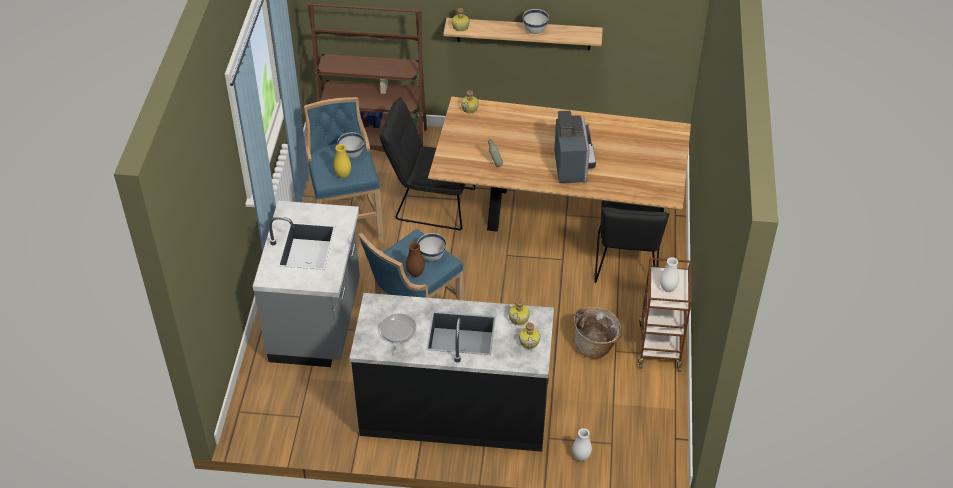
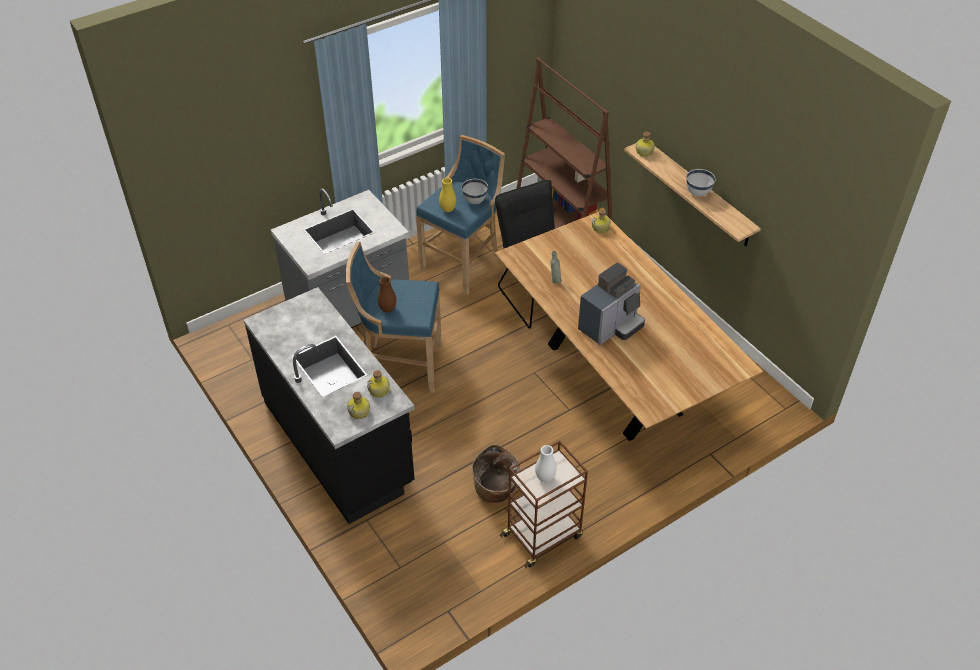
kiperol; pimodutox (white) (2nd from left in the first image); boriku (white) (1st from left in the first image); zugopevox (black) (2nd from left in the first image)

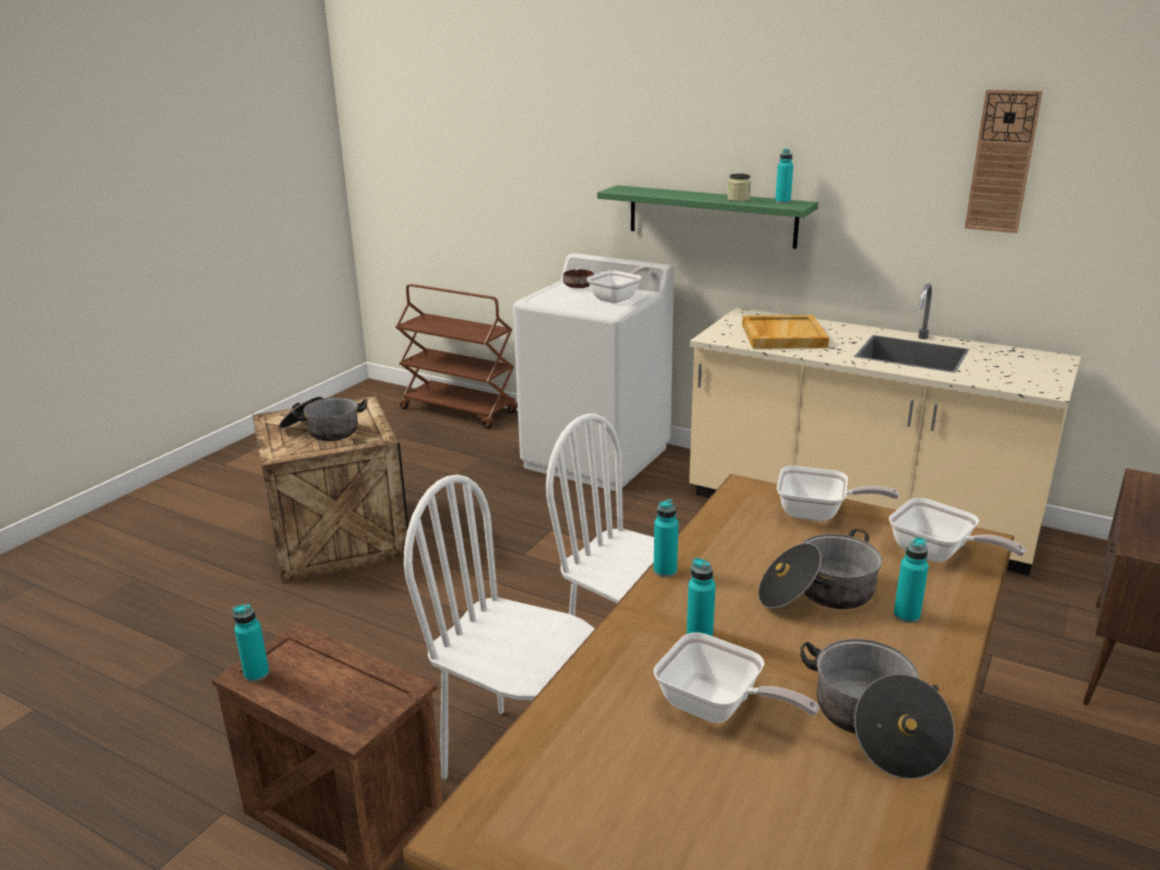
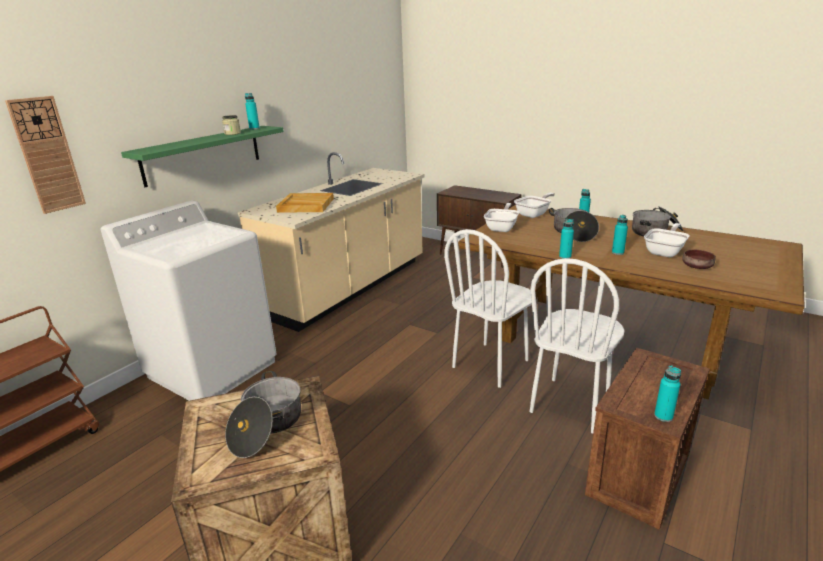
kiperol (1st from left in the first image); pimodutox (brown); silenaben

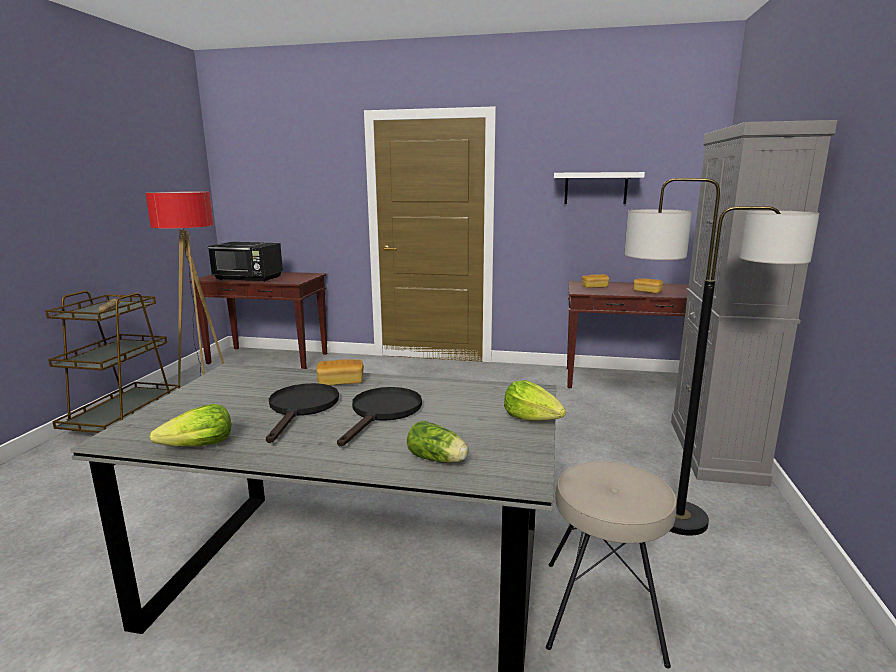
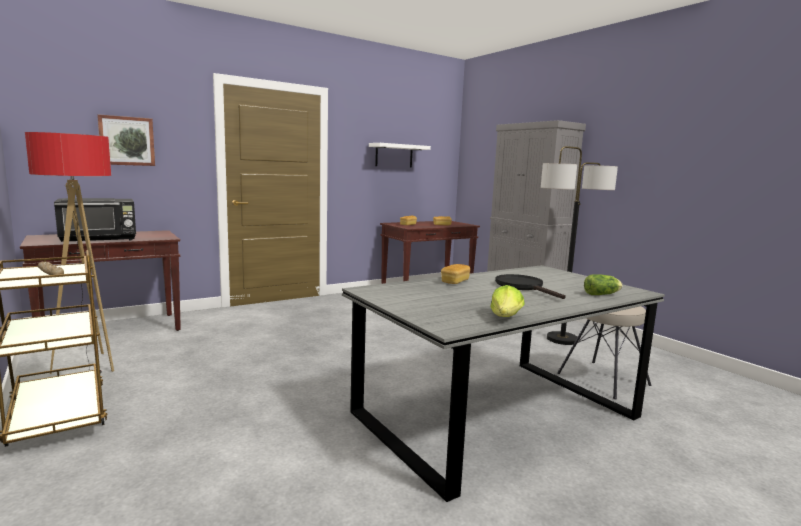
kiperol (black) (1st from left in the first image); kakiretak (3rd from left in the first image); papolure

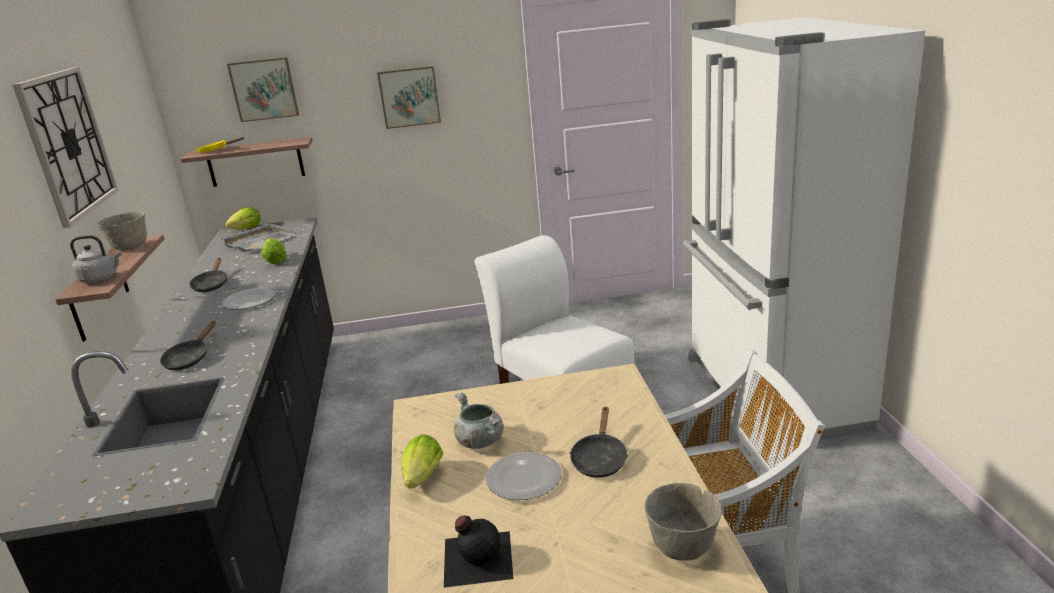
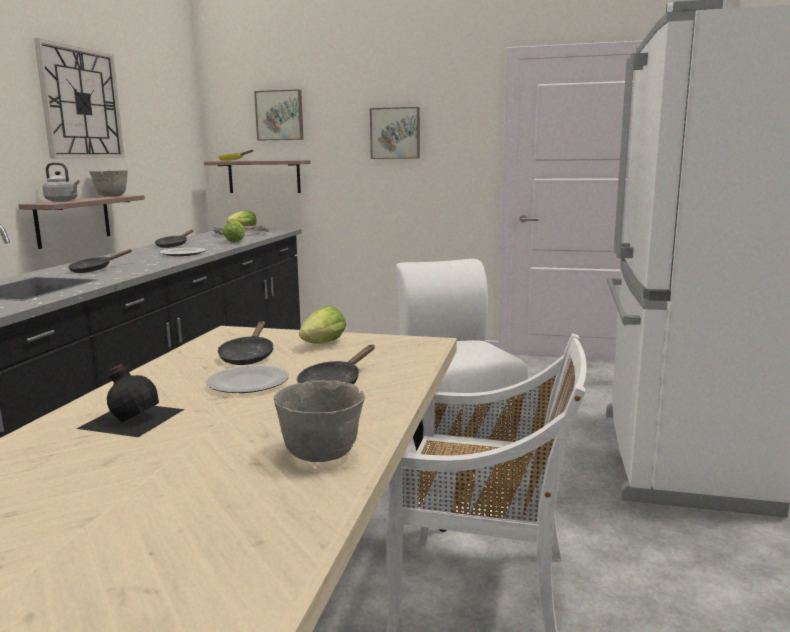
kakiretak (3rd from left); kiperol (black) (3rd from left)

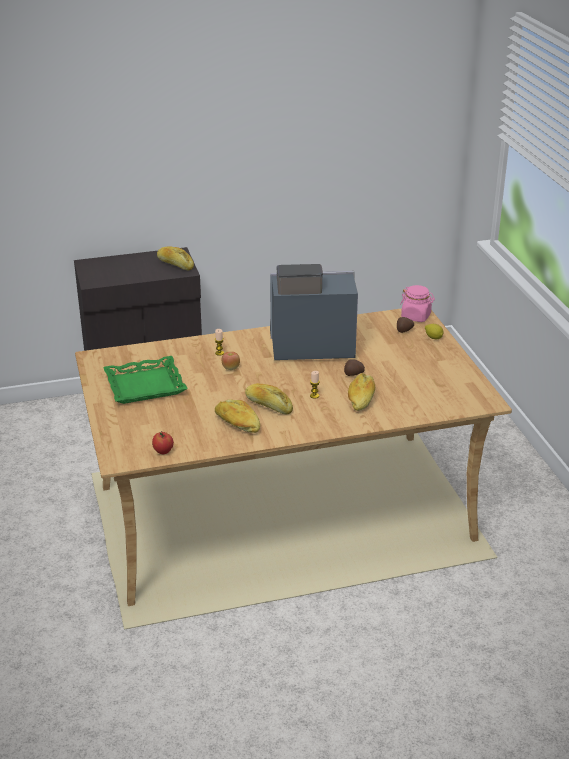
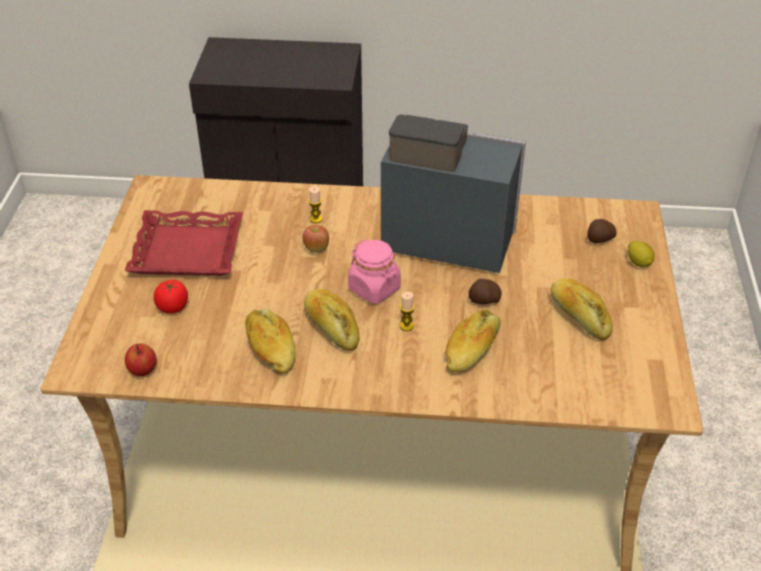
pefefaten; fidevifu (4th from left); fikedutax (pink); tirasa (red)

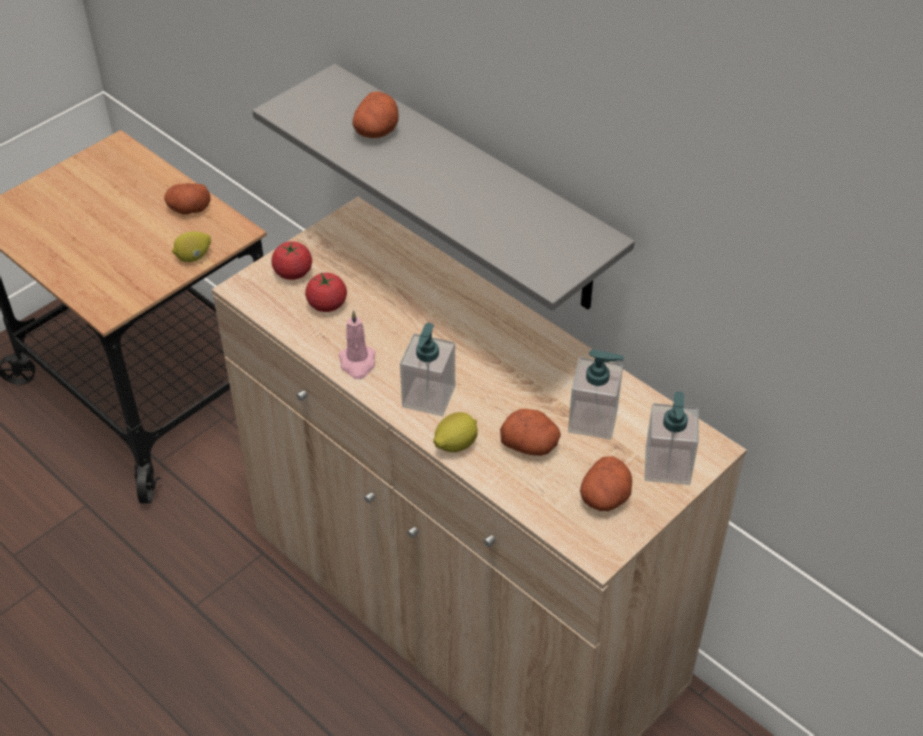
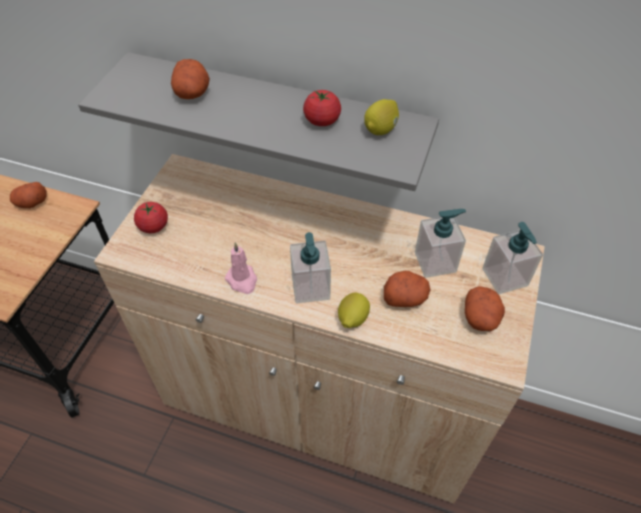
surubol (2nd from left); pefefaten (2nd from left)

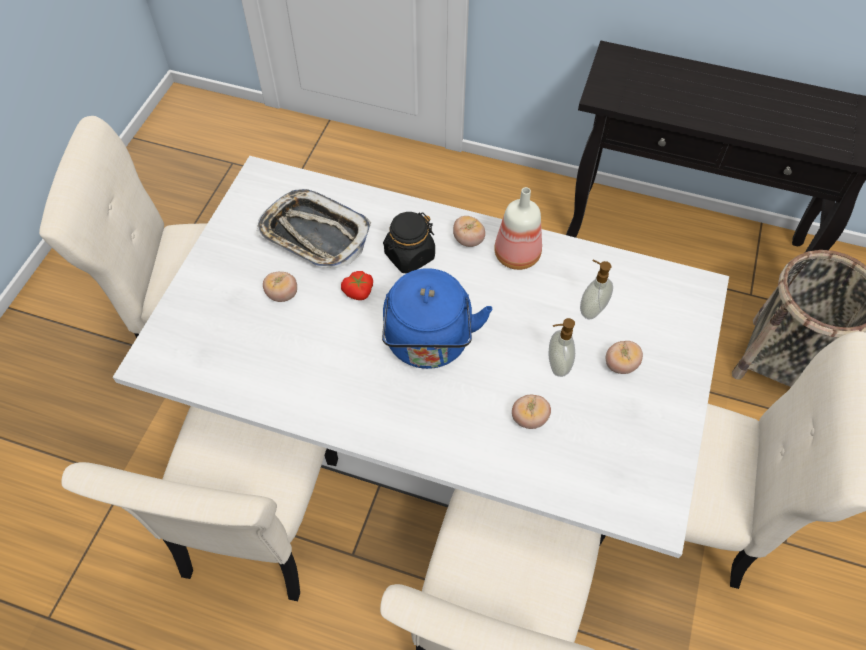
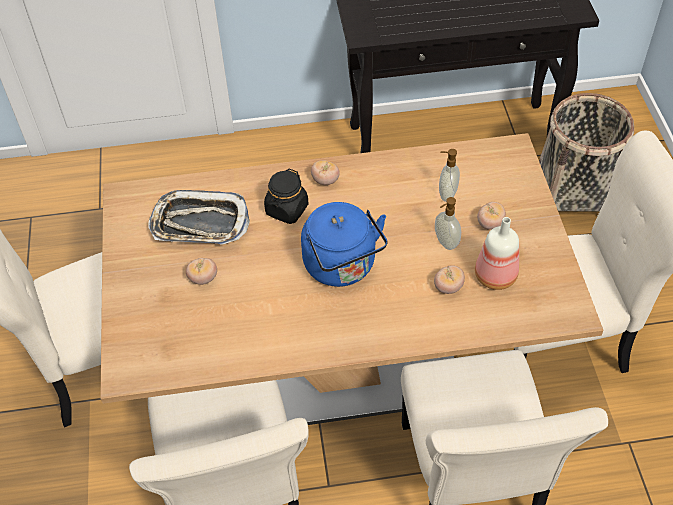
pefefaten (2nd from left in the first image); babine; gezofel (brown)

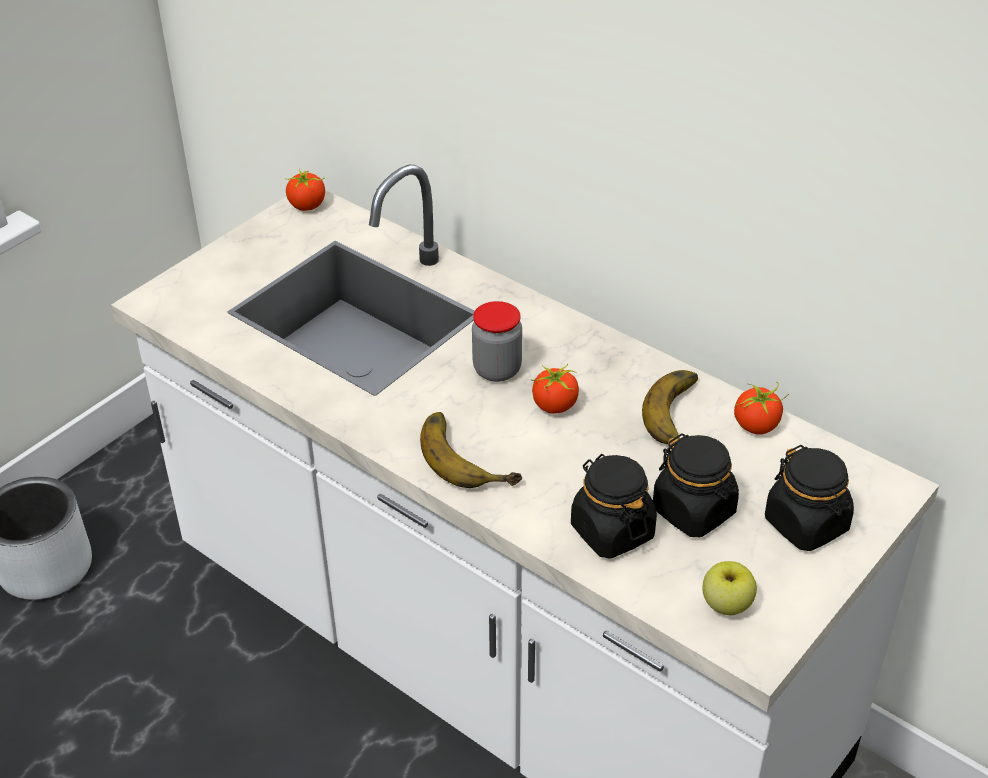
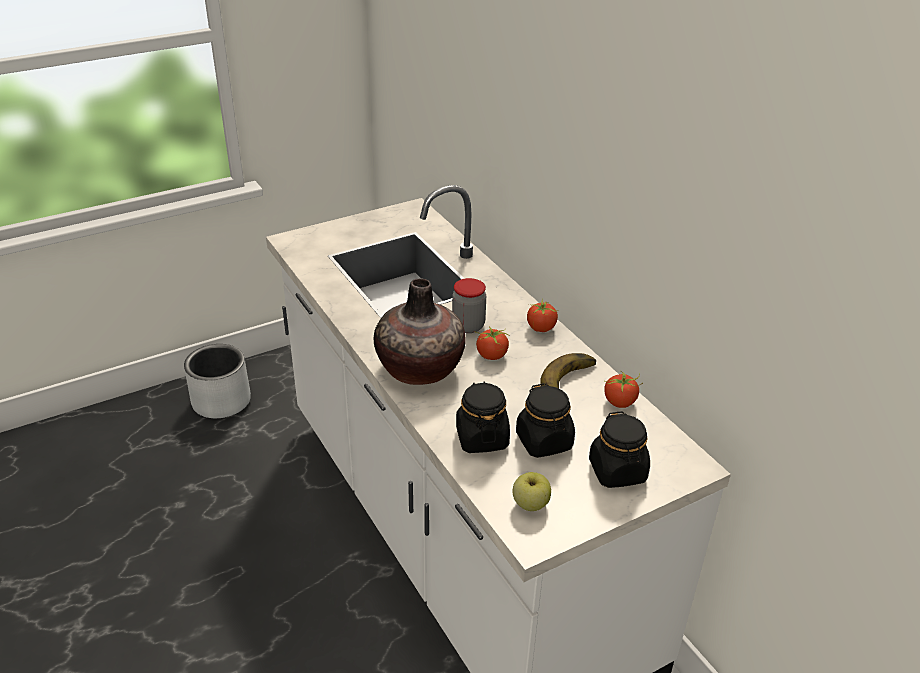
pefefaten (2nd from left); boriku

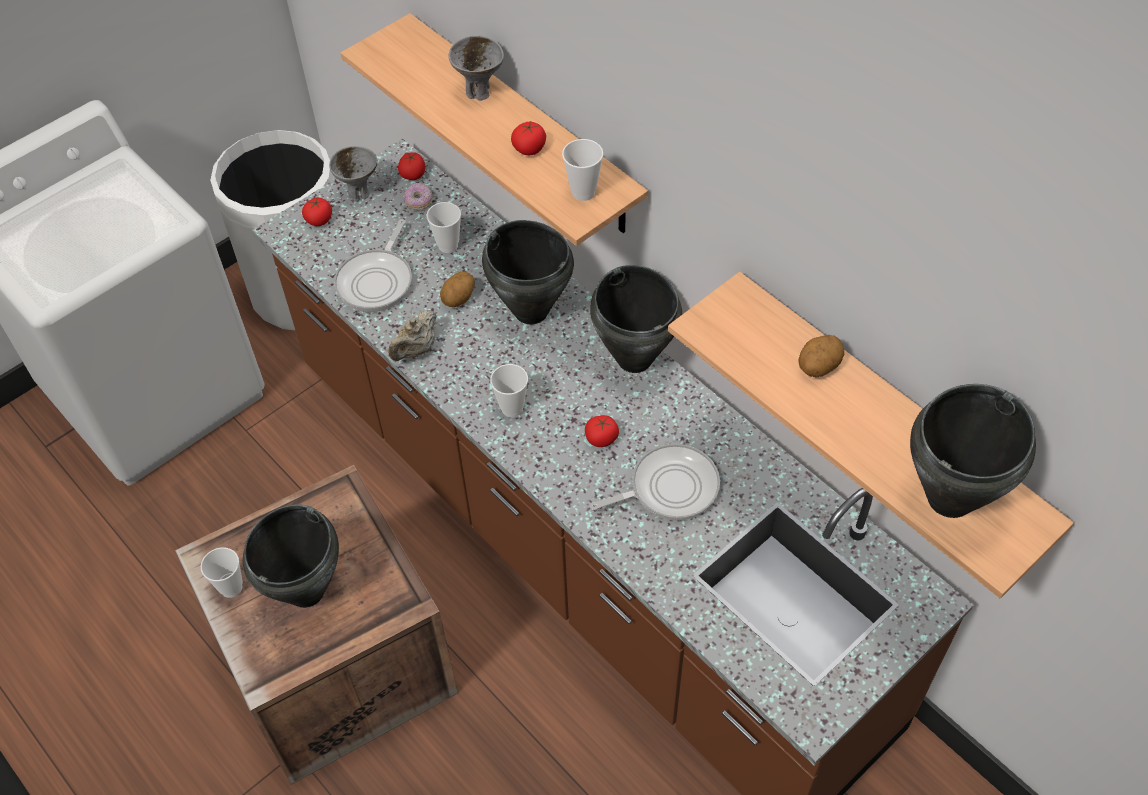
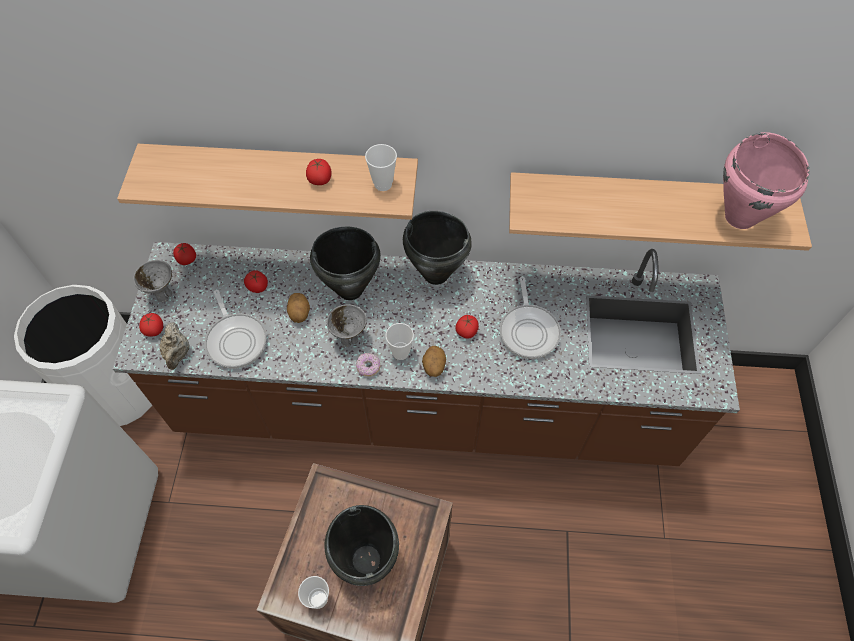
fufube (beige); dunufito; pimodutox (grey) (2nd from left); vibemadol (2nd from left); pefefaten (3rd from left); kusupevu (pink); kiperol (2nd from left)

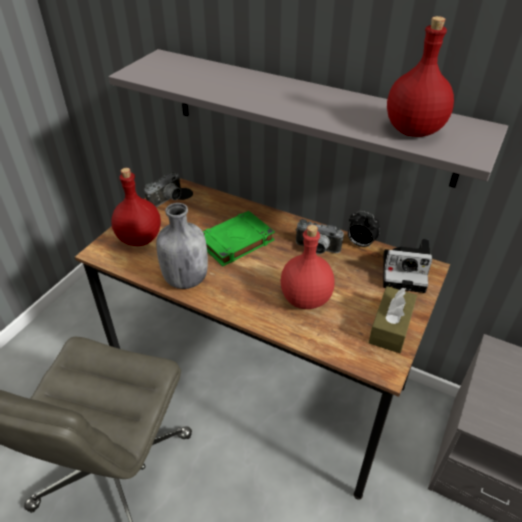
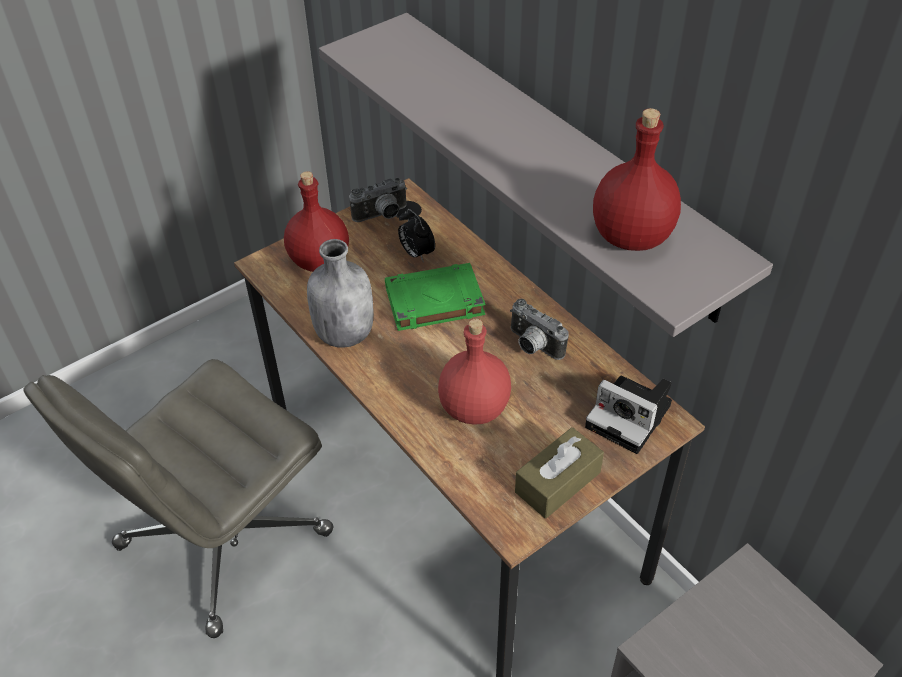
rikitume

